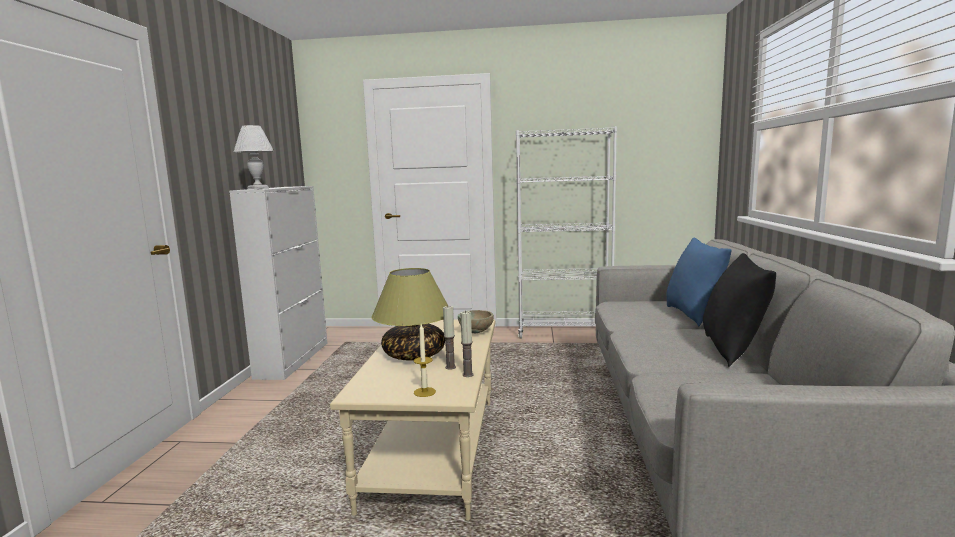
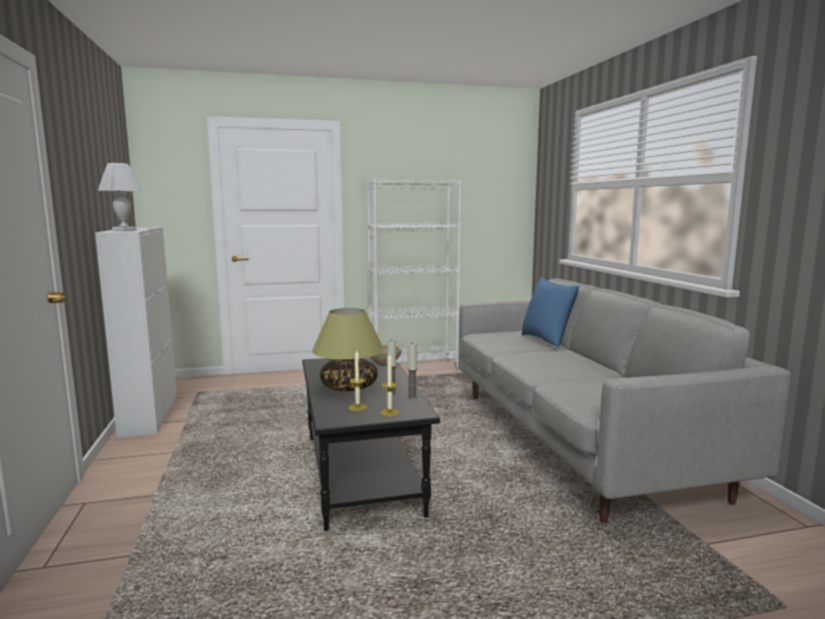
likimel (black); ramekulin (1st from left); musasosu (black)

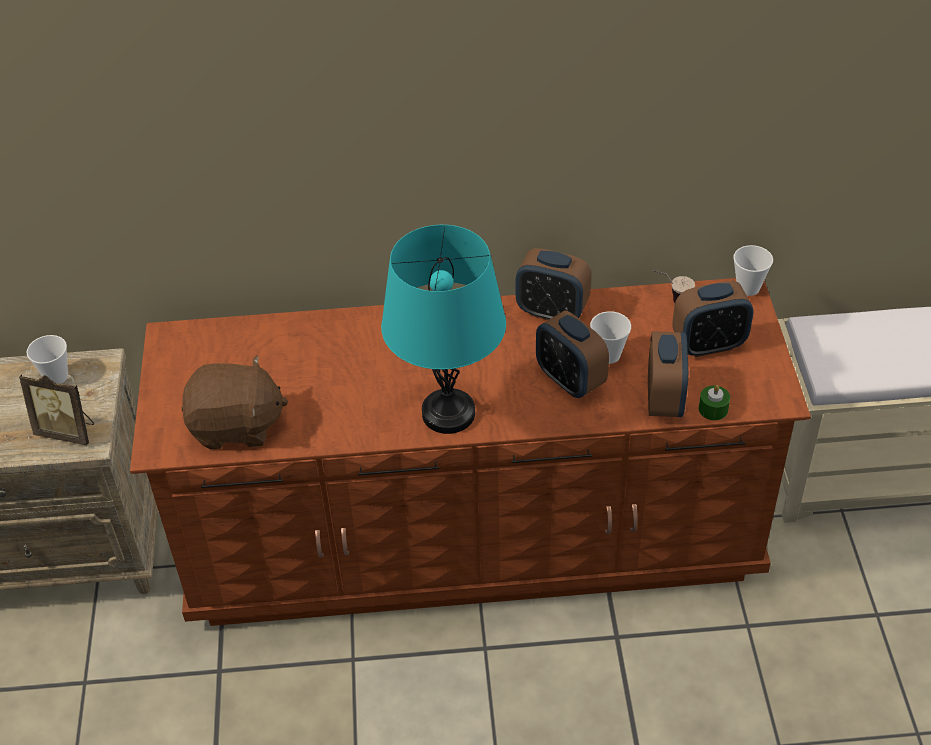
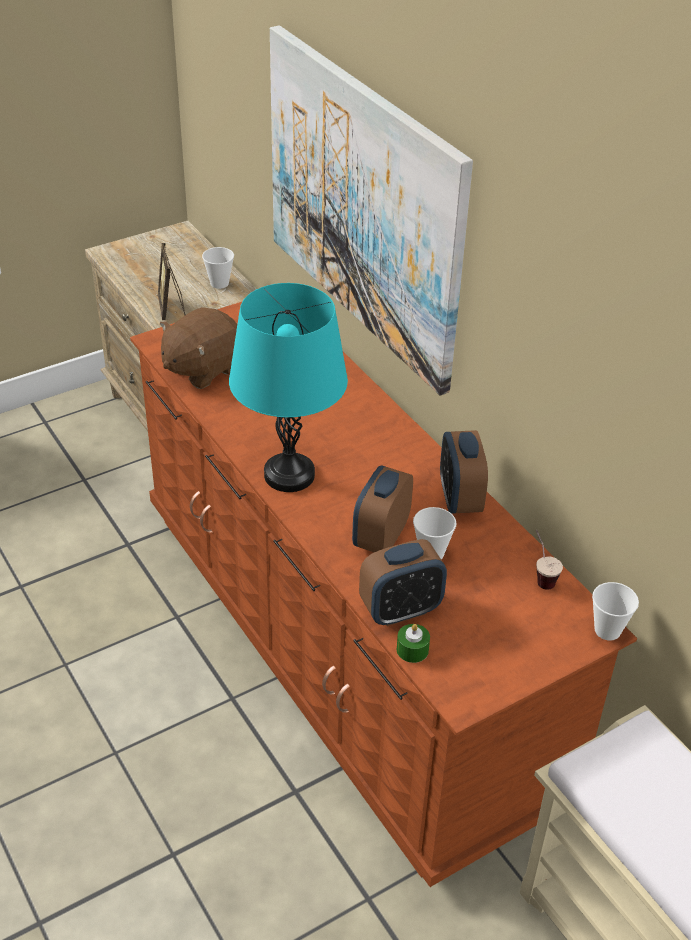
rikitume (4th from left in the first image); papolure; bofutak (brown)

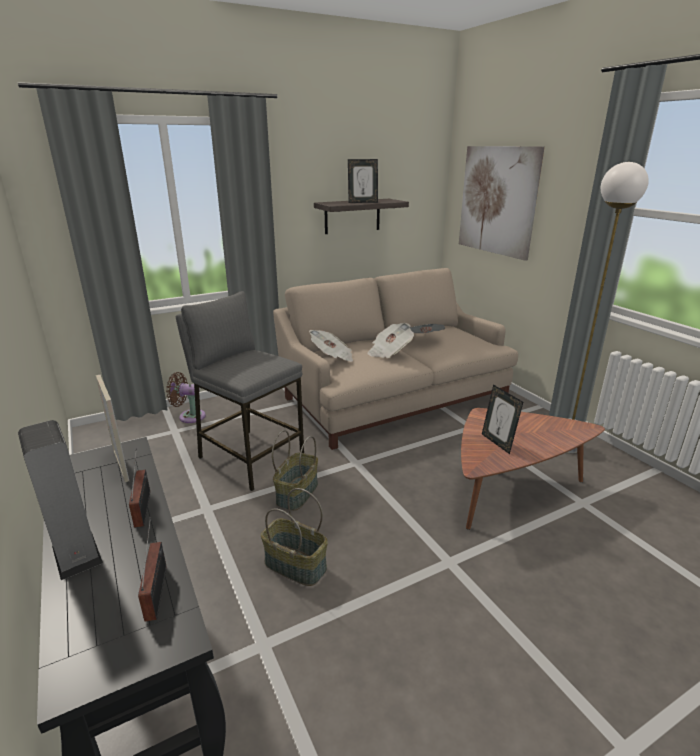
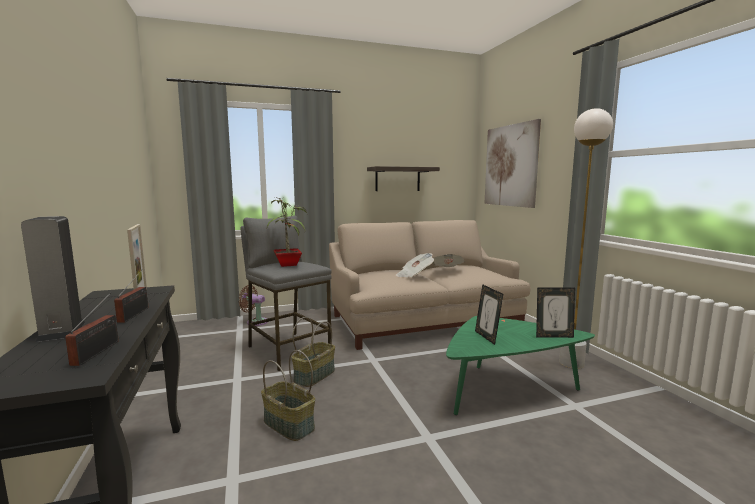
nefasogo (1st from left in the first image); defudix; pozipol (3rd from left); musasosu (green)

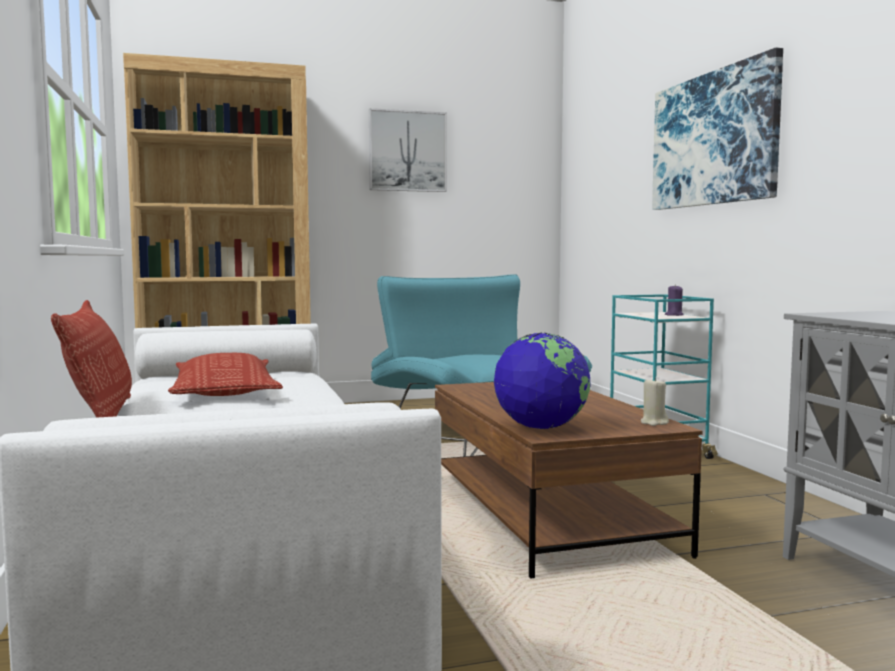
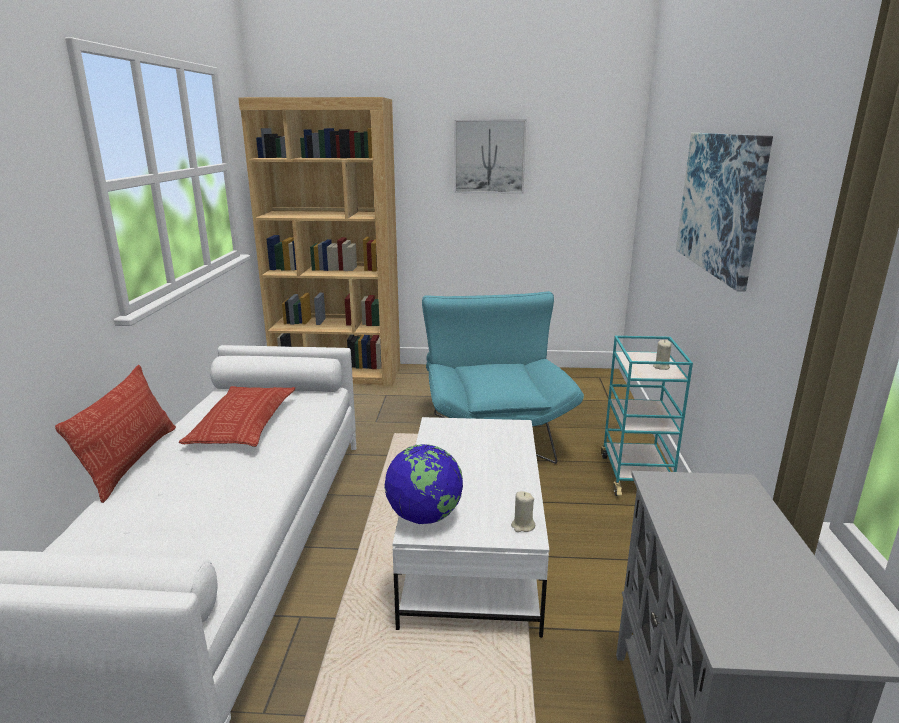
musasosu (white); ramekulin (beige) (2nd from left)

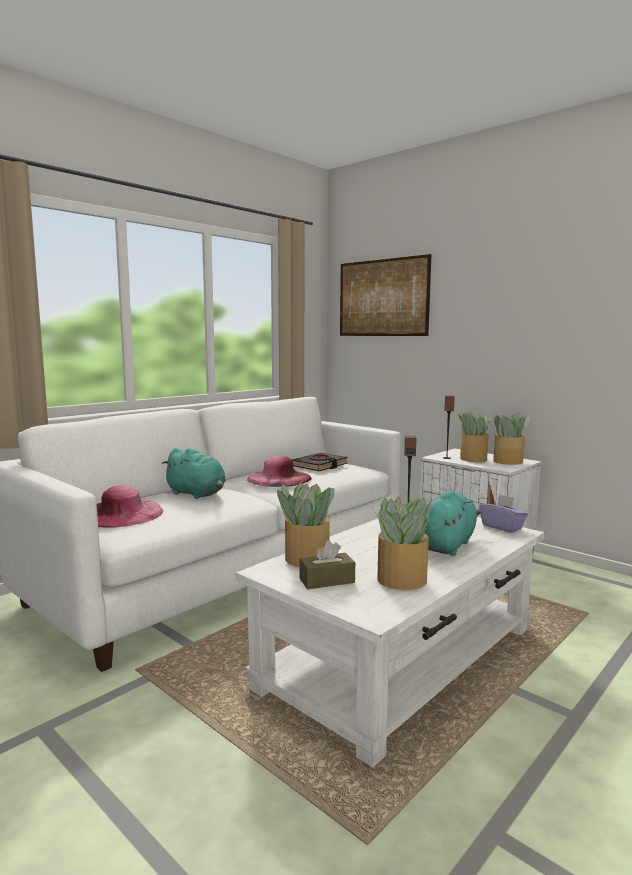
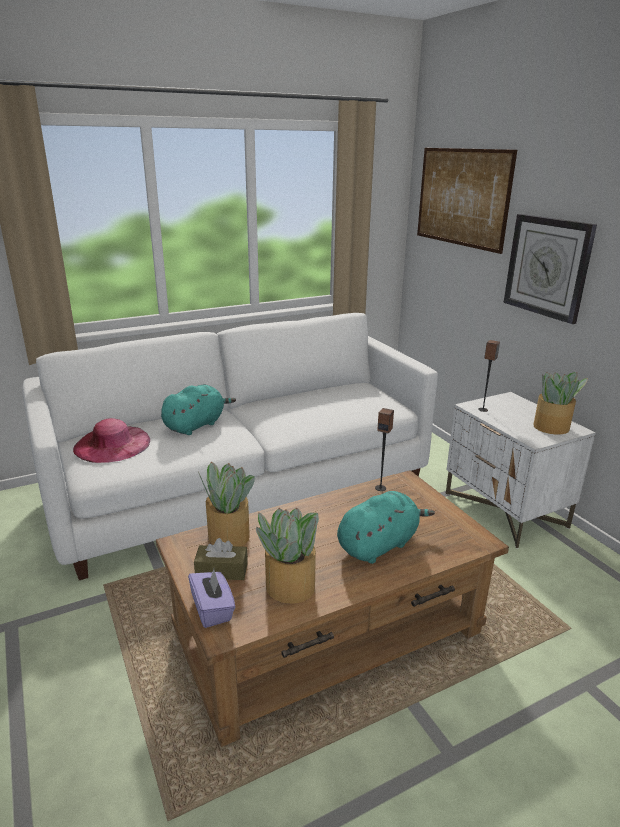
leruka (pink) (2nd from left in the first image); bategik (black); defudix (3rd from left in the first image); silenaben; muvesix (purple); musasosu (brown); bofutak (turquoise) (1st from left)

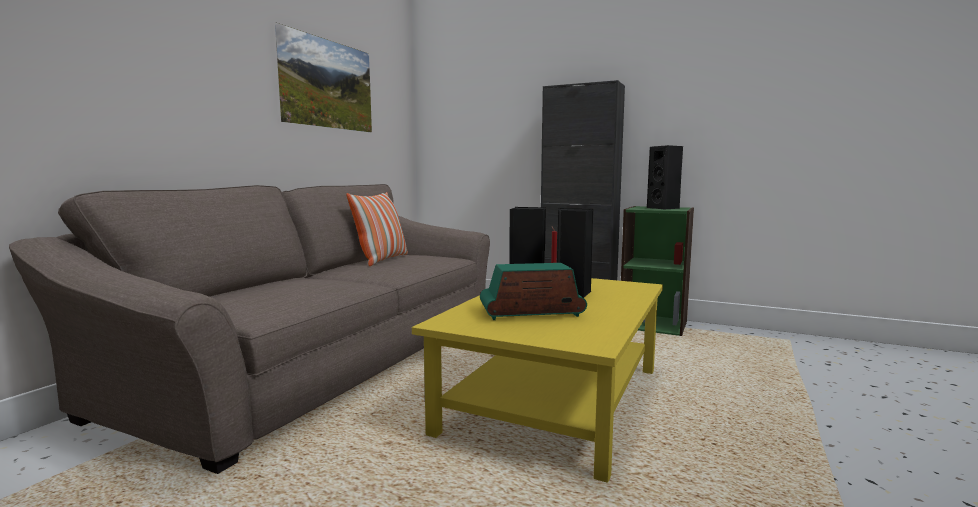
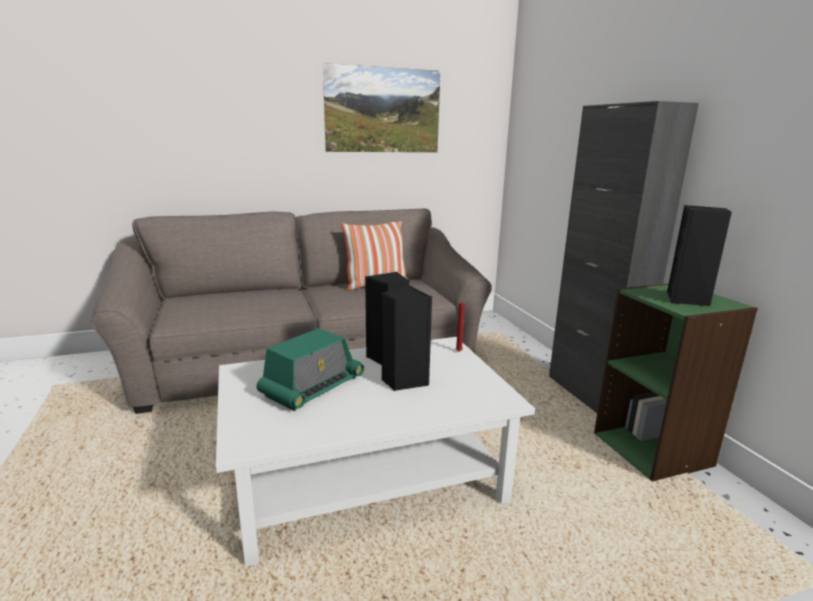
musasosu (white); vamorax

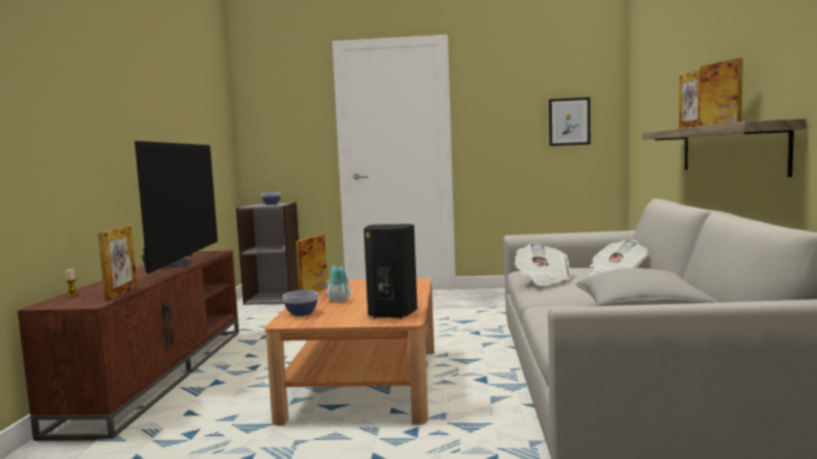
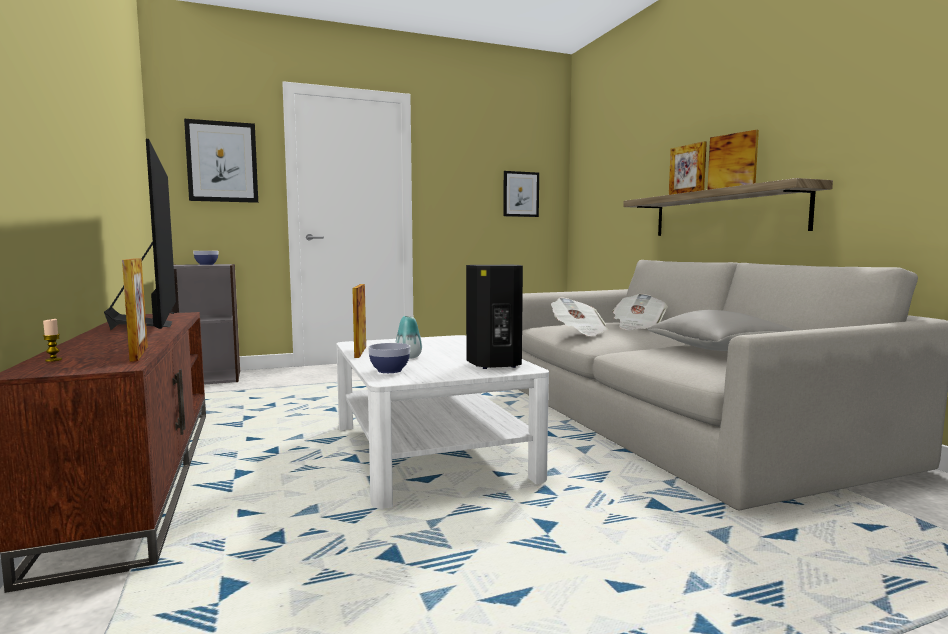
papolure (1st from left); musasosu (white)

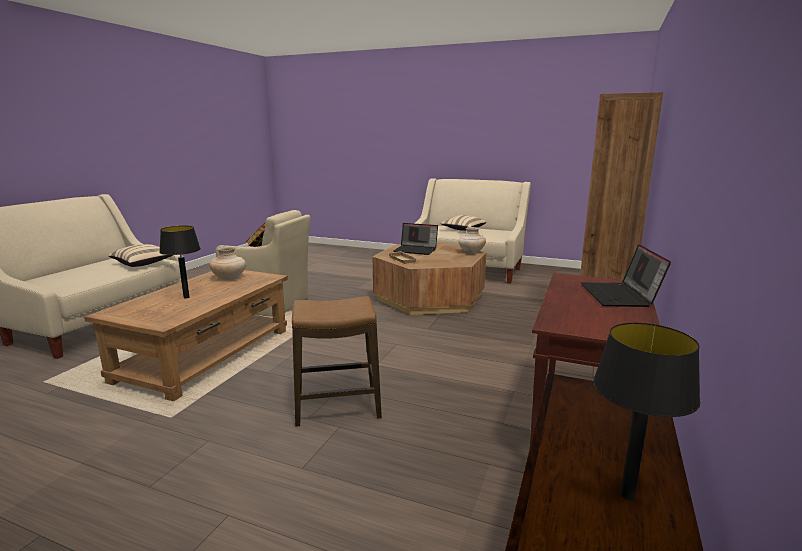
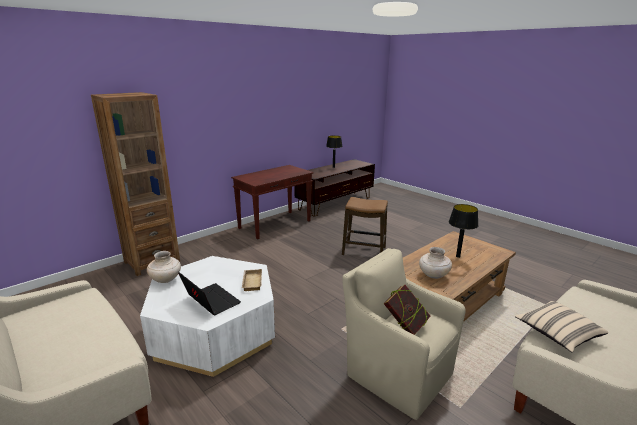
likimel (beige) (2nd from left in the first image); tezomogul (2nd from left in the first image); musasosu (white)

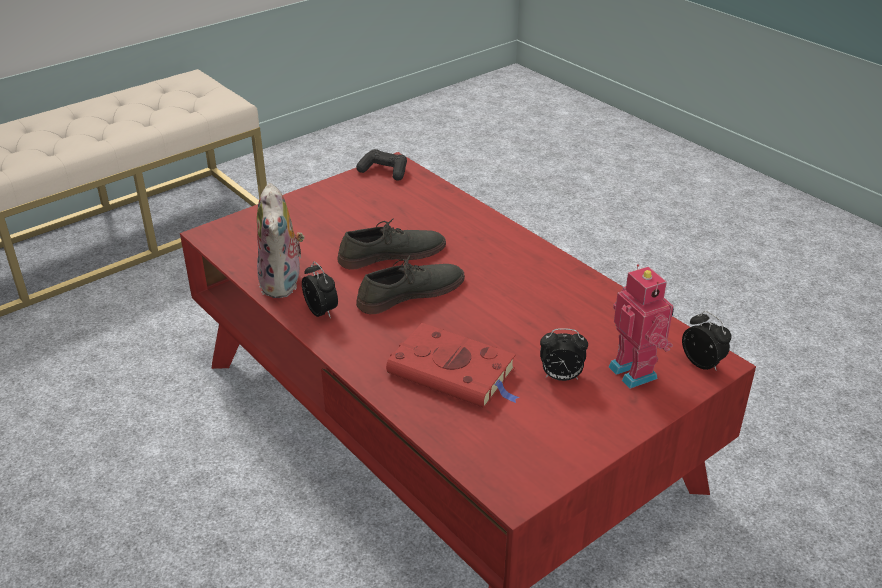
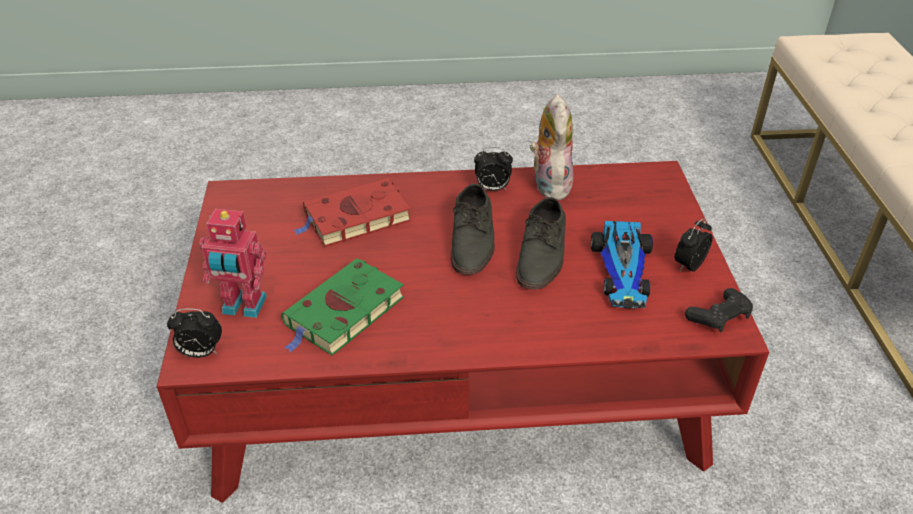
bategik (green); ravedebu; rikitume (3rd from left); bofutak

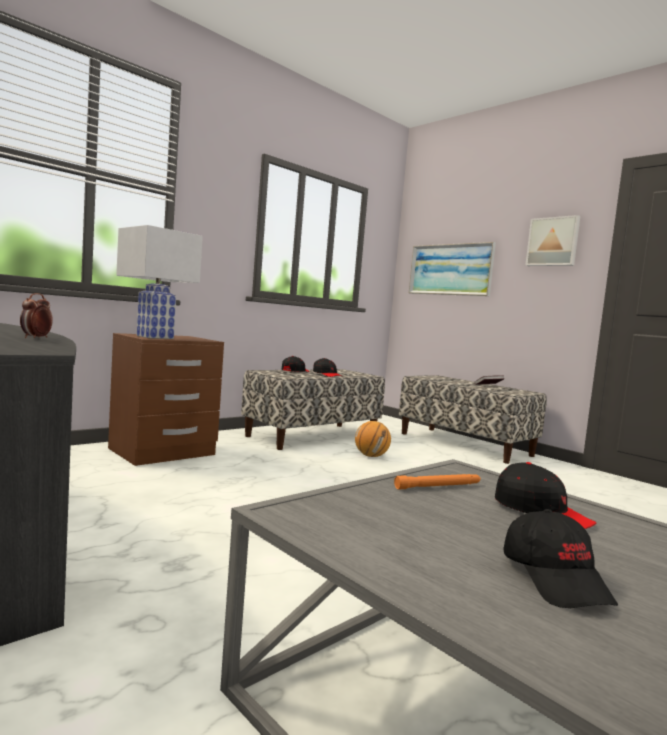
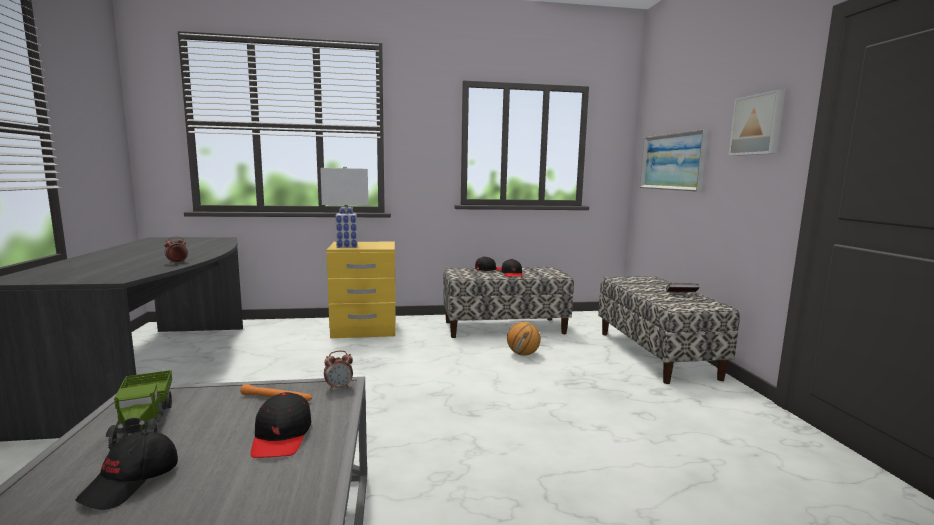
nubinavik; rikitume (2nd from left); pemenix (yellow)

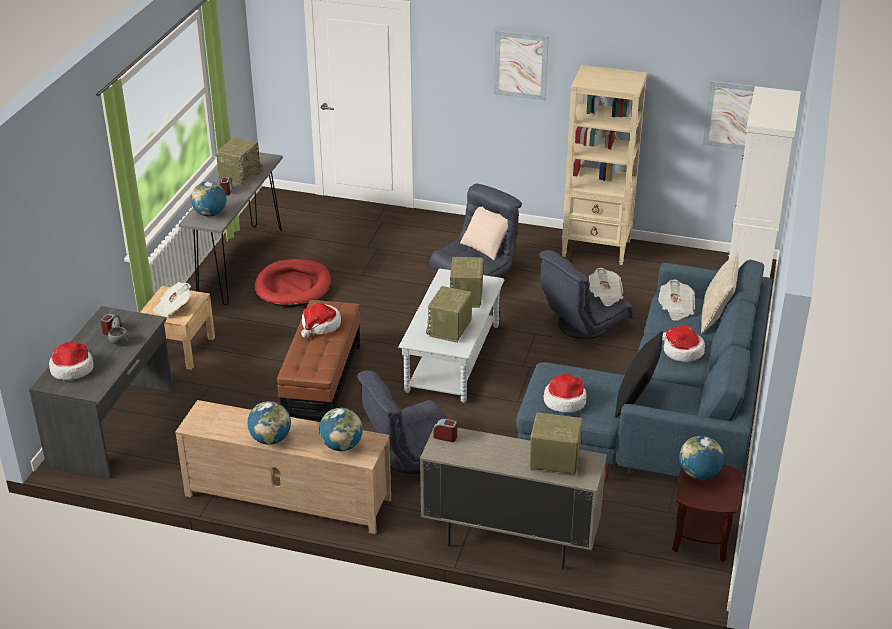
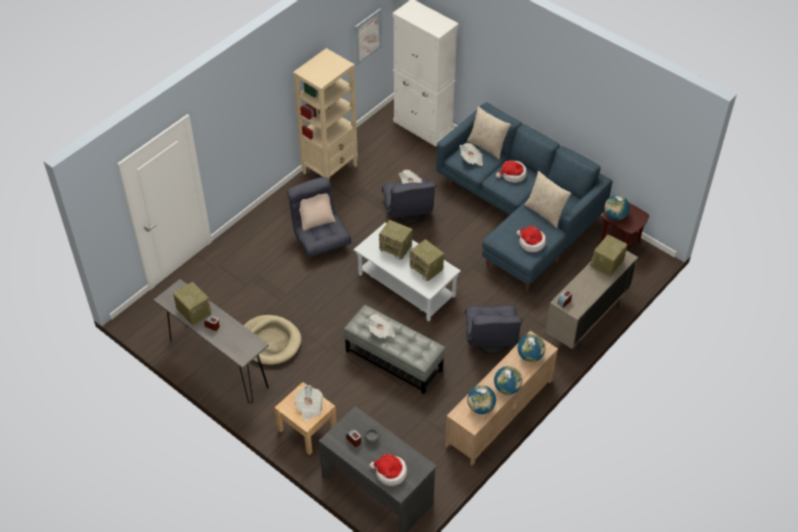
papolure (1st from left in the first image); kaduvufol (1st from left); nefasogo (2nd from left); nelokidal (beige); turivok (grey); likimel (beige) (3rd from left)

